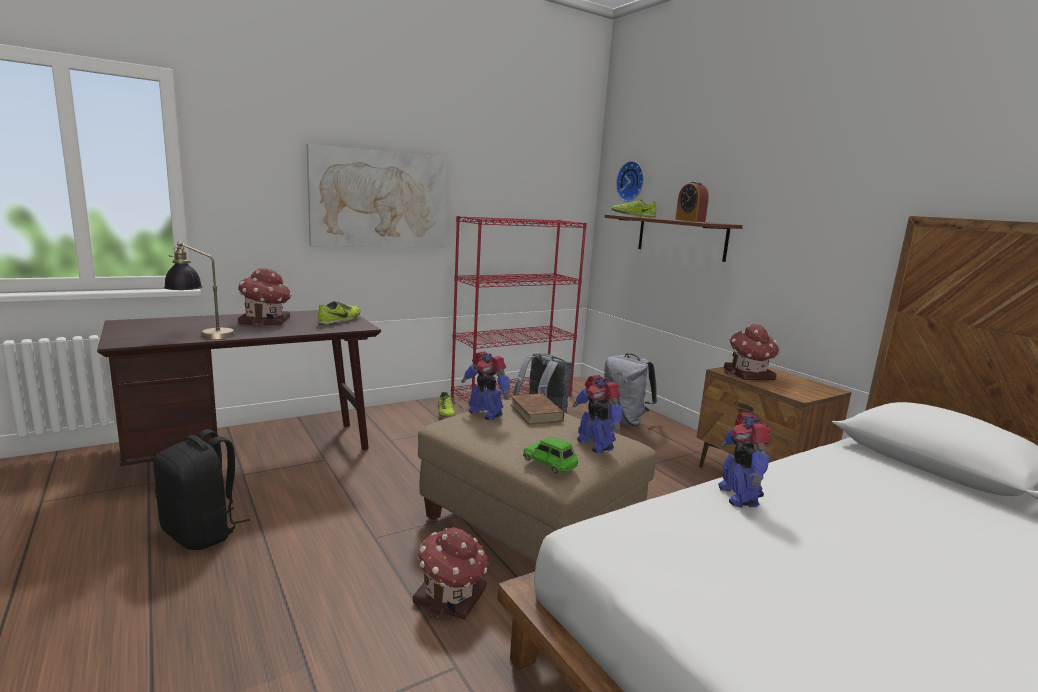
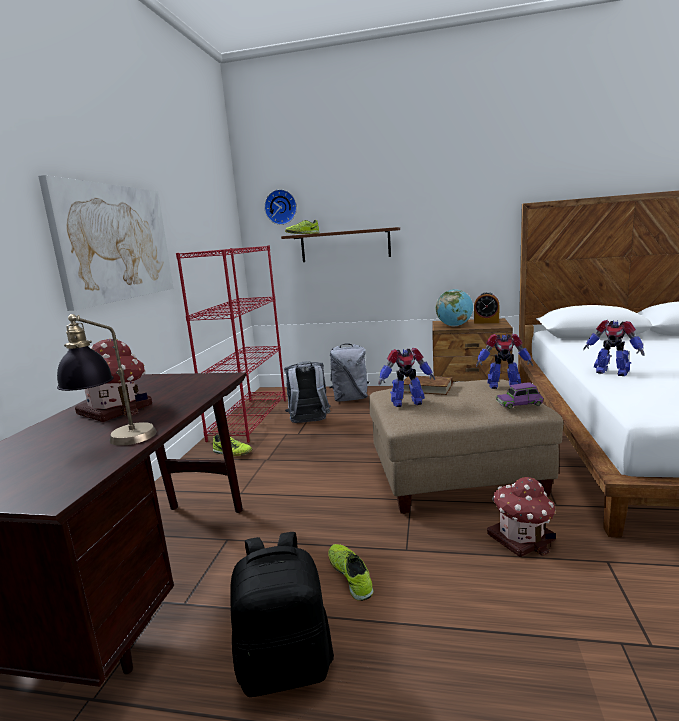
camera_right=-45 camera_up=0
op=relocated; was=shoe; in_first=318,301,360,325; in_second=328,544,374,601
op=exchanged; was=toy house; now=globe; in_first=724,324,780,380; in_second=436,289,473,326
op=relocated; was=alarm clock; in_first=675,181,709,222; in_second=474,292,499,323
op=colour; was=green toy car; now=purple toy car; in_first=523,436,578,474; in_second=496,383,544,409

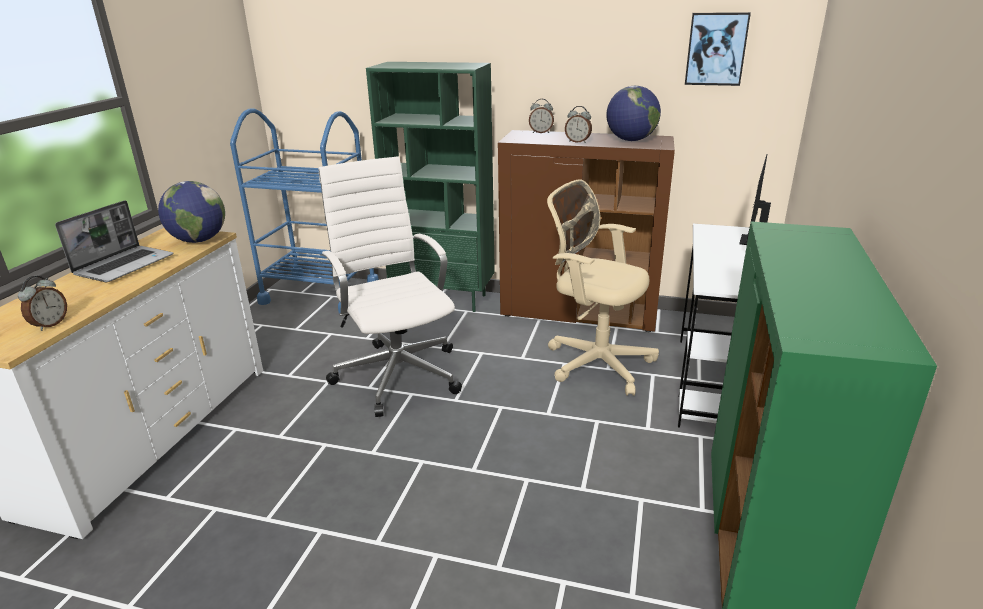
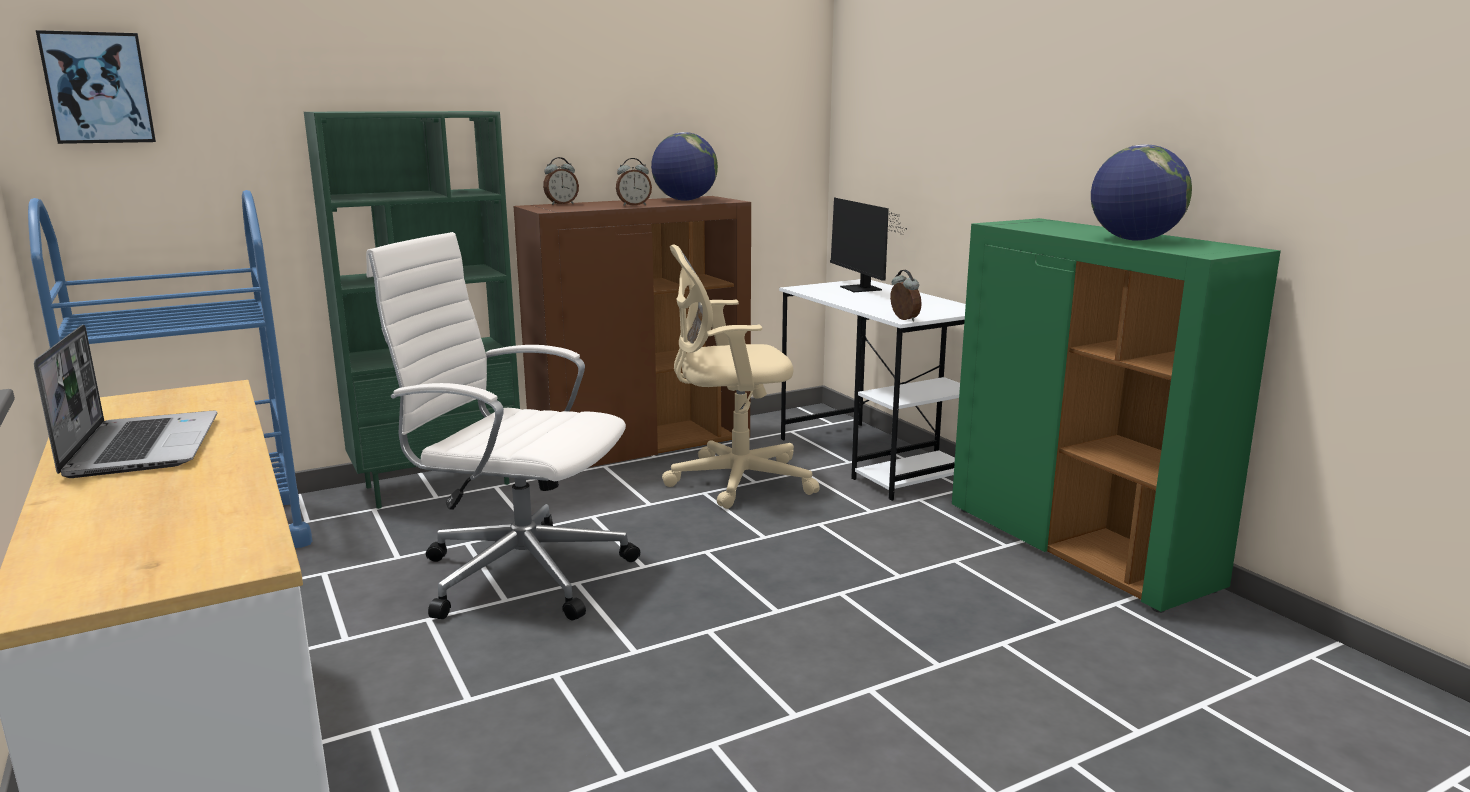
camera_right=-45 camera_up=-10
op=relocated; was=picture; in_first=685,12,751,86; in_second=36,30,156,144
op=relocated; was=alarm clock; in_first=18,276,67,331; in_second=890,270,922,322
op=relocated; was=globe; in_first=158,181,225,243; in_second=1091,144,1192,240

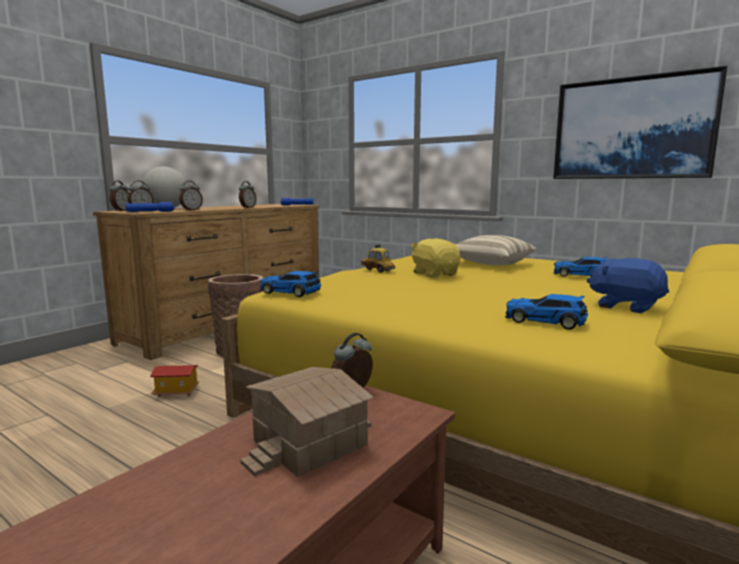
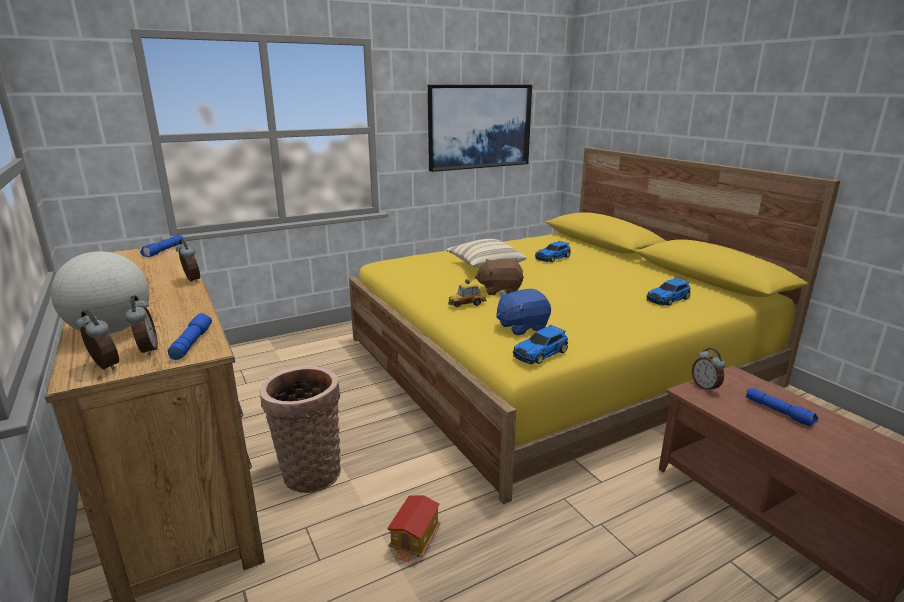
camera_right=-65 camera_up=10
op=colour; was=yellow plush toy; now=brown plush toy; in_first=410,239,460,278; in_second=475,259,524,295
op=relocated; was=blue plush toy; in_first=587,258,669,313; in_second=496,289,551,335
op=exchanged; was=toy house; now=blue flashlight; in_first=240,367,374,477; in_second=746,388,818,427
op=missing; was=alarm clock; in_first=179,181,203,210

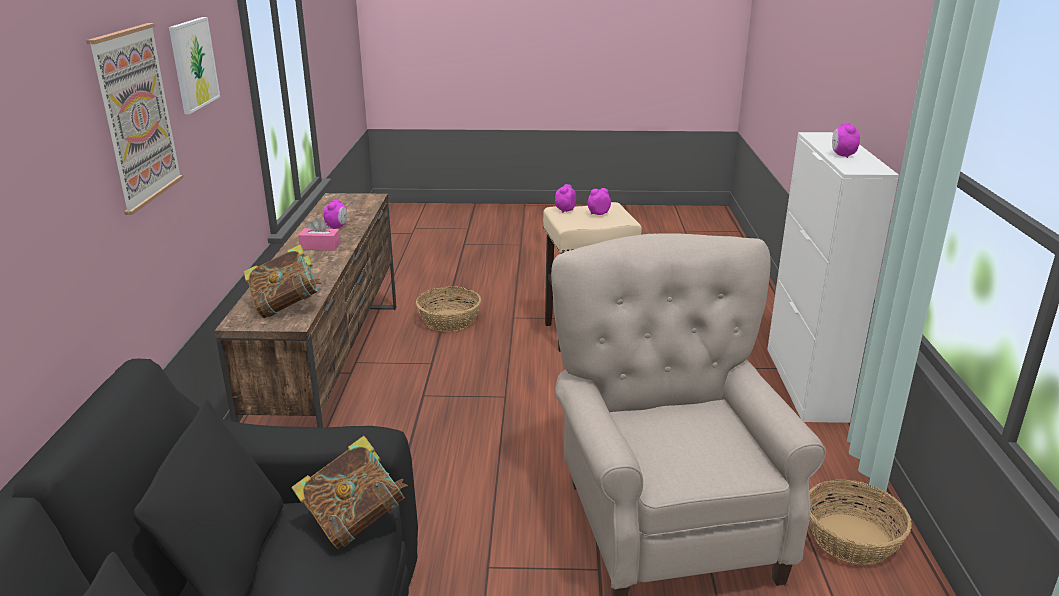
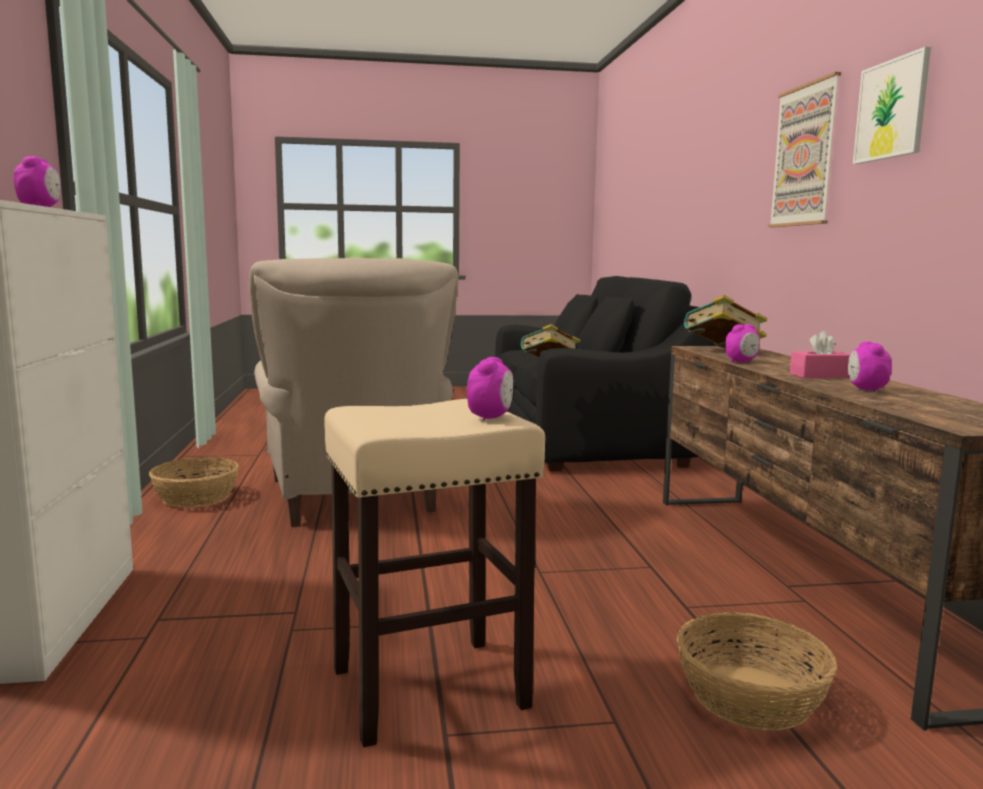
camera_right=170 camera_up=-15
op=relocated; was=alarm clock; in_first=587,188,611,215; in_second=725,324,760,362

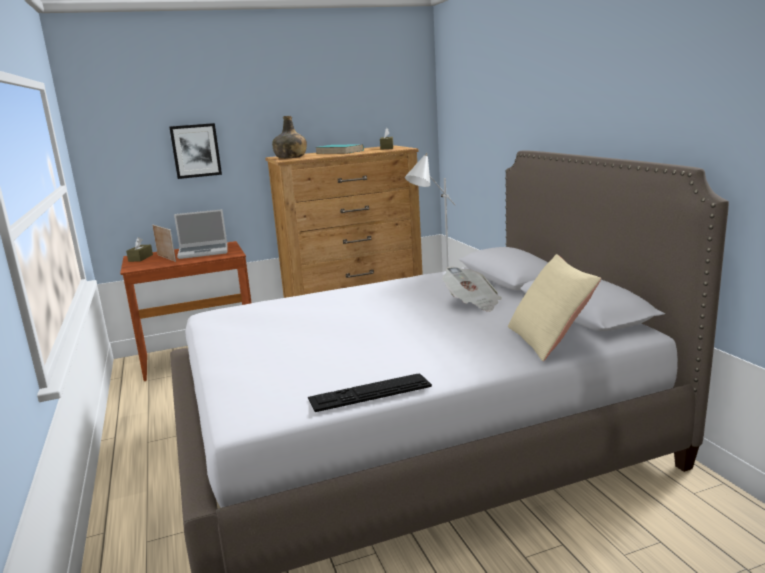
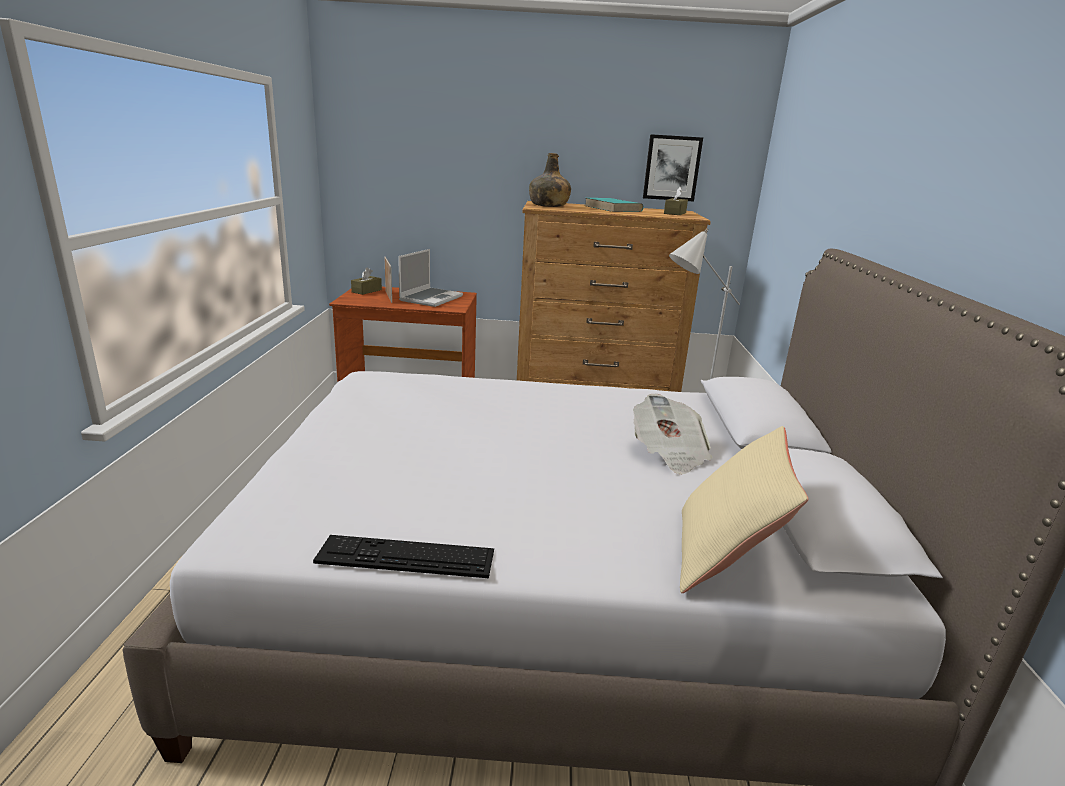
camera_right=20 camera_up=5
op=spun; was=laptop; in_first=174,209,228,259; in_second=398,249,463,307; clockwise=-75
op=relocated; was=picture; in_first=169,123,222,179; in_second=643,134,703,201

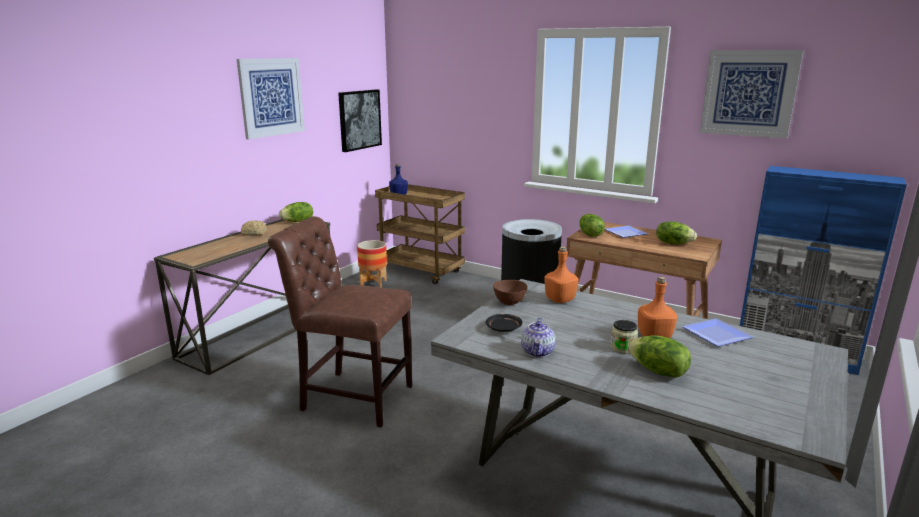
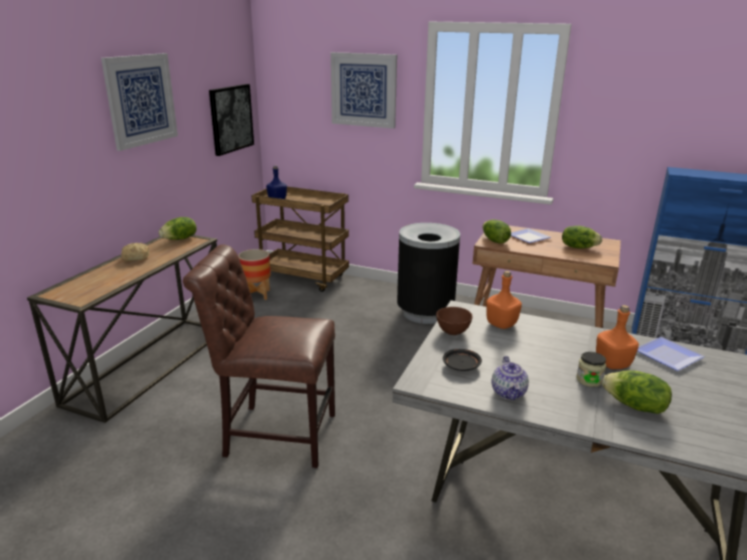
camera_right=-10 camera_up=5
op=relocated; was=picture; in_first=700,50,804,139; in_second=331,52,397,129

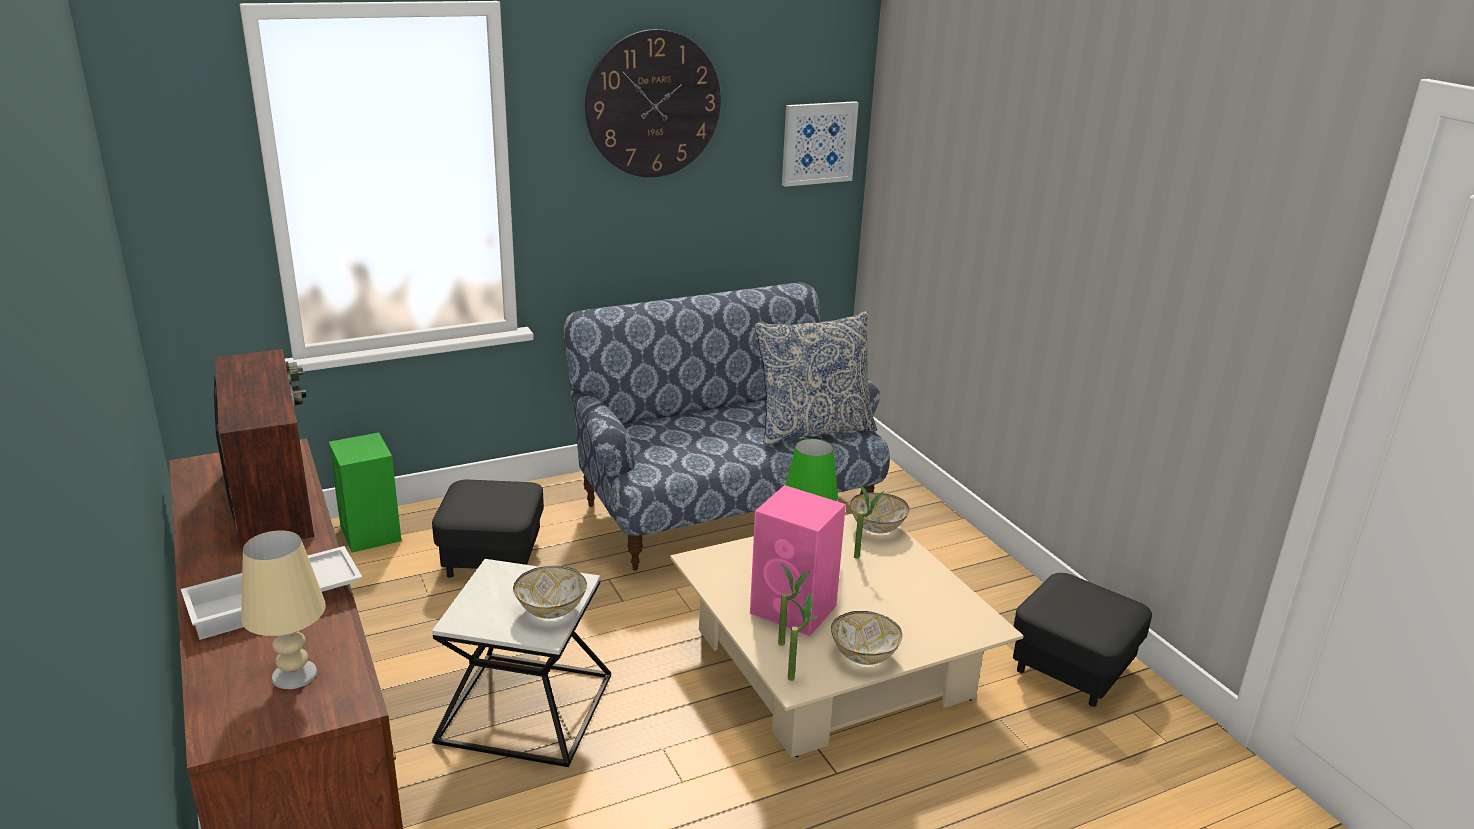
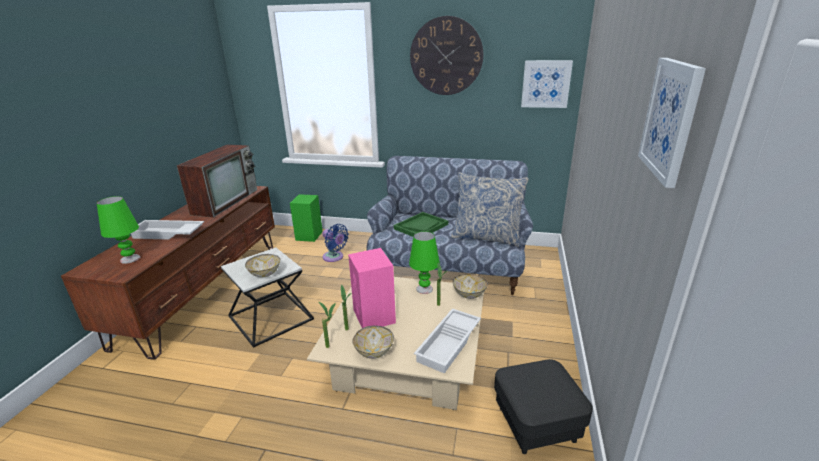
camera_right=40 camera_up=0
op=colour; was=beige table lamp; now=green table lamp; in_first=241,530,326,689; in_second=97,196,140,264
op=exchanged; was=black ottoman; now=blue fan; in_first=432,480,544,578; in_second=322,224,349,262
op=appeared; now=green tray; in_second=394,212,448,237
op=appeared; now=white tray; in_second=414,308,481,374
op=appeared; now=picture; in_second=638,58,706,188

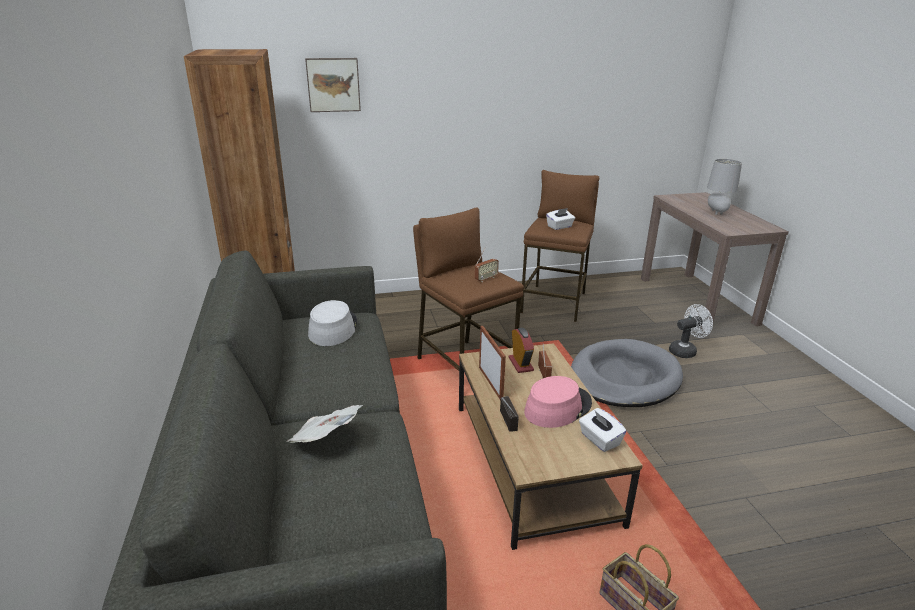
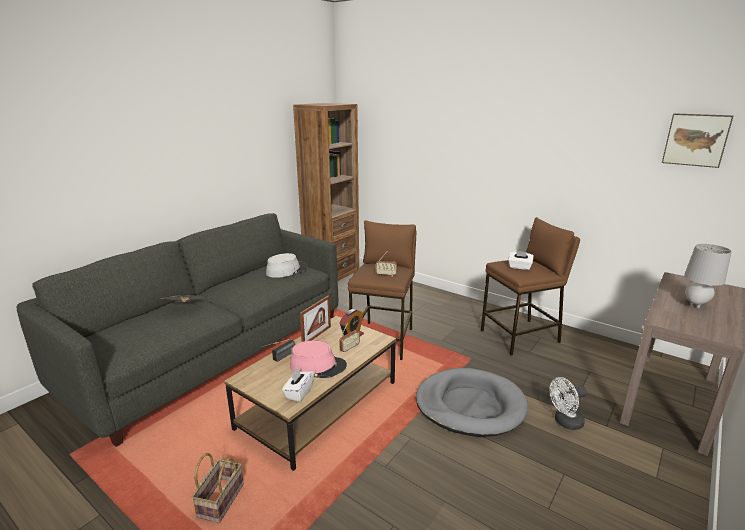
camera_right=50 camera_up=-5
op=spun; was=white fan; in_first=669,304,713,358; in_second=549,377,587,430; clockwise=135
op=relocated; was=picture; in_first=305,58,361,112; in_second=662,113,734,168

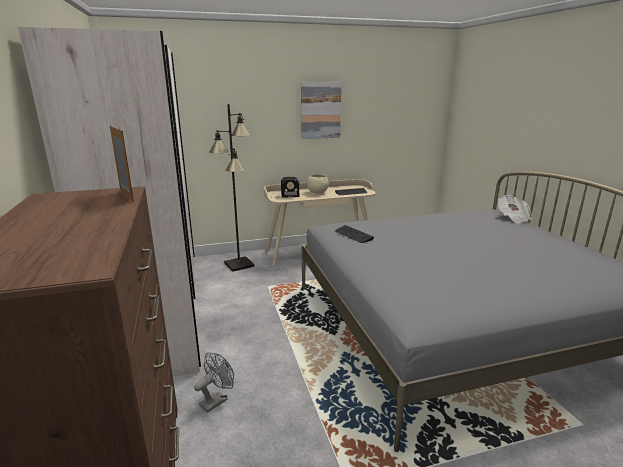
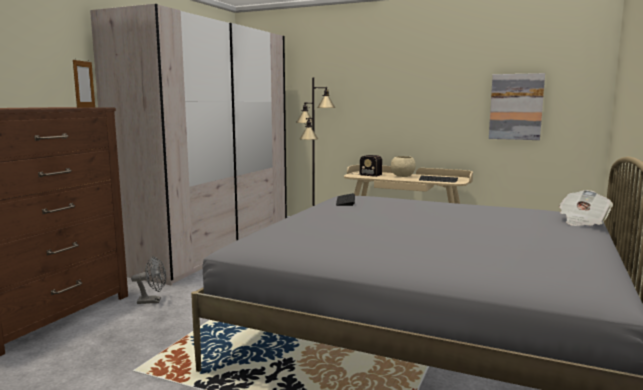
camera_right=40 camera_up=-10
op=relocated; was=picture; in_first=301,82,341,139; in_second=489,73,545,140

